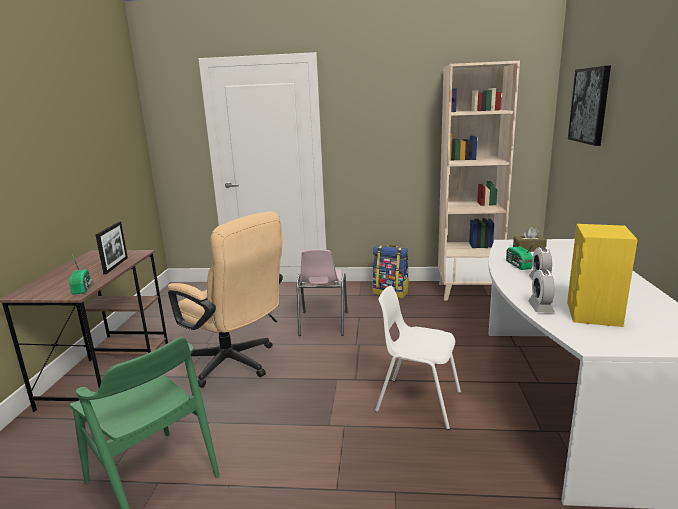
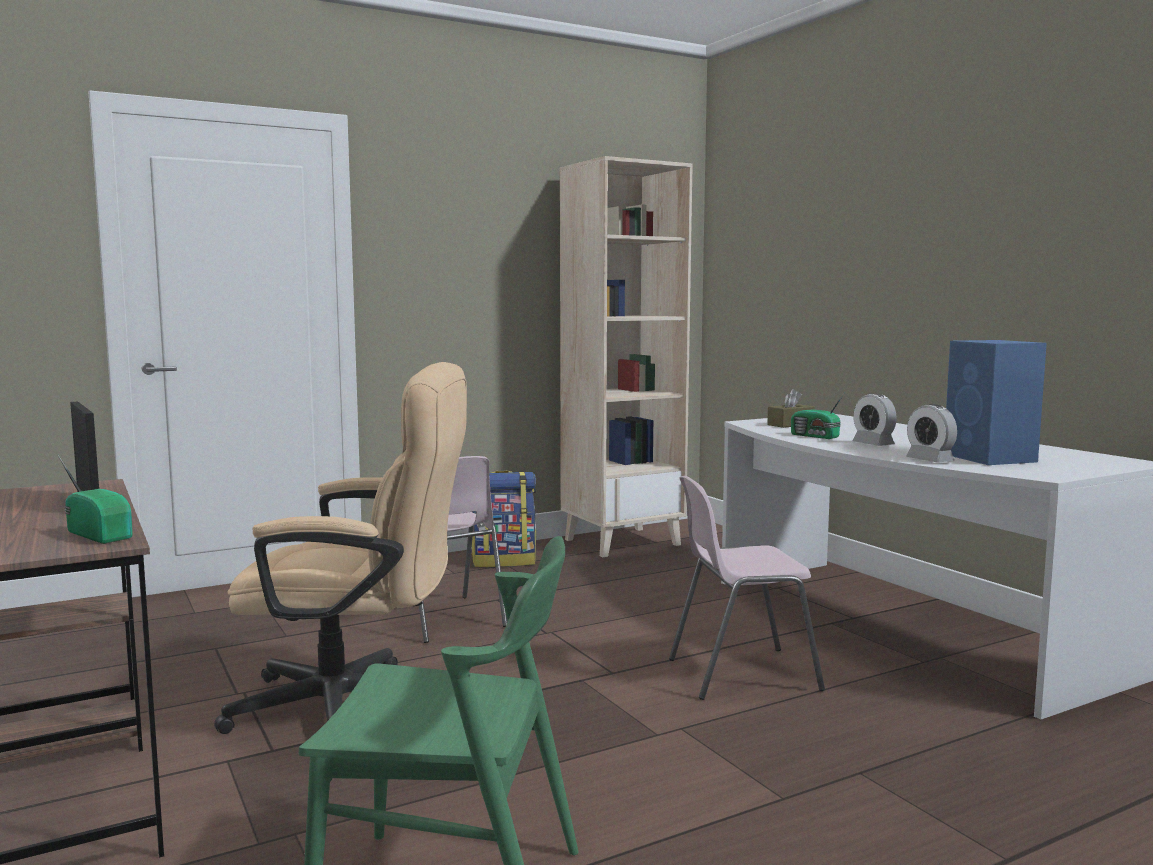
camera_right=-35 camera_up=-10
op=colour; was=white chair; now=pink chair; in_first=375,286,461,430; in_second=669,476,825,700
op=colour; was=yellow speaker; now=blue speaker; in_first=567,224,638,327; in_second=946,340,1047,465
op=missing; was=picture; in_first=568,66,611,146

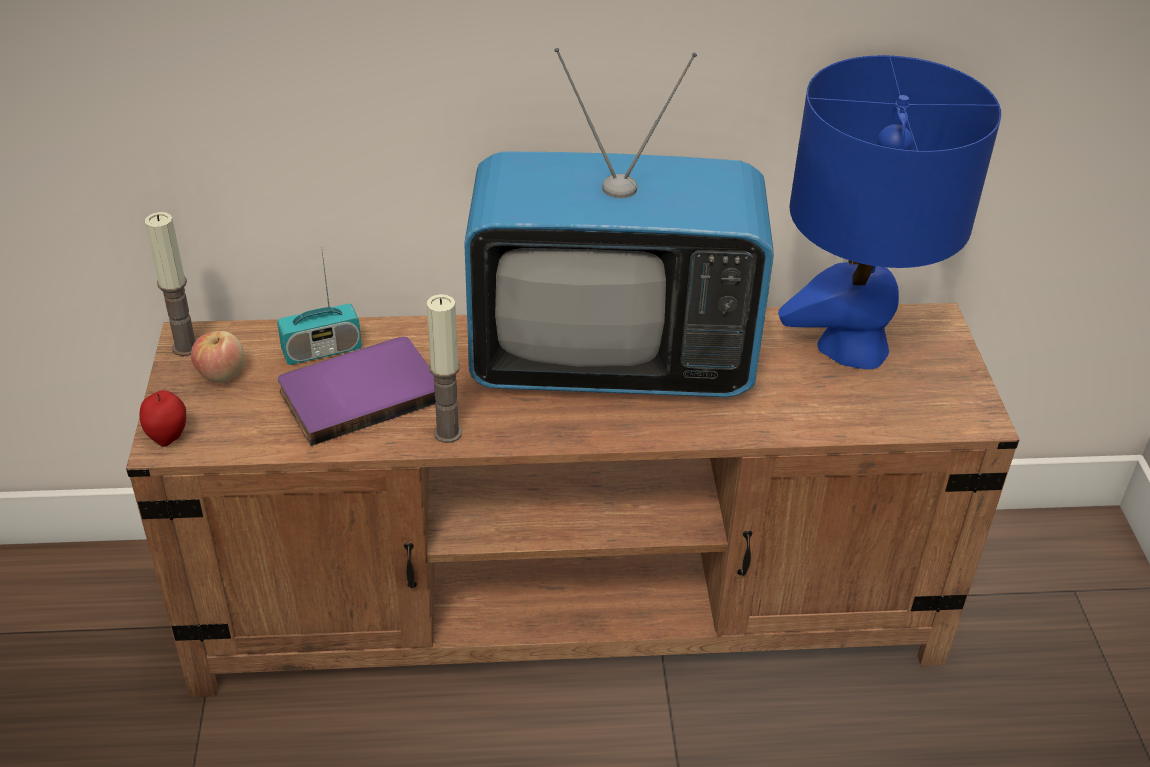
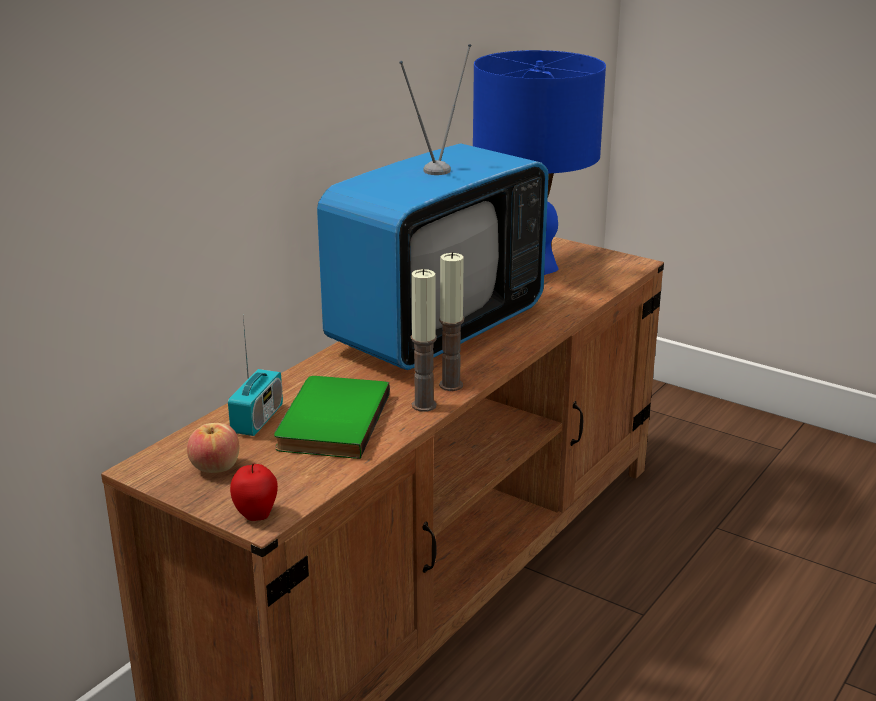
camera_right=-50 camera_up=-15
op=colour; was=purple book; now=green book; in_first=278,337,436,446; in_second=274,376,390,459
op=relocated; was=candle; in_first=145,212,196,356; in_second=439,252,464,391

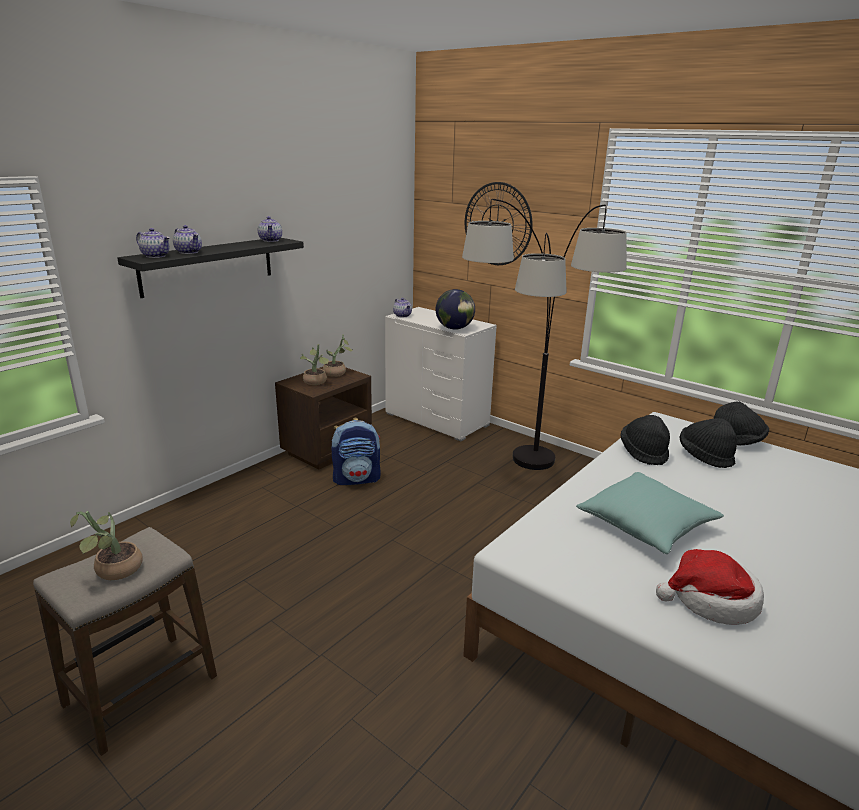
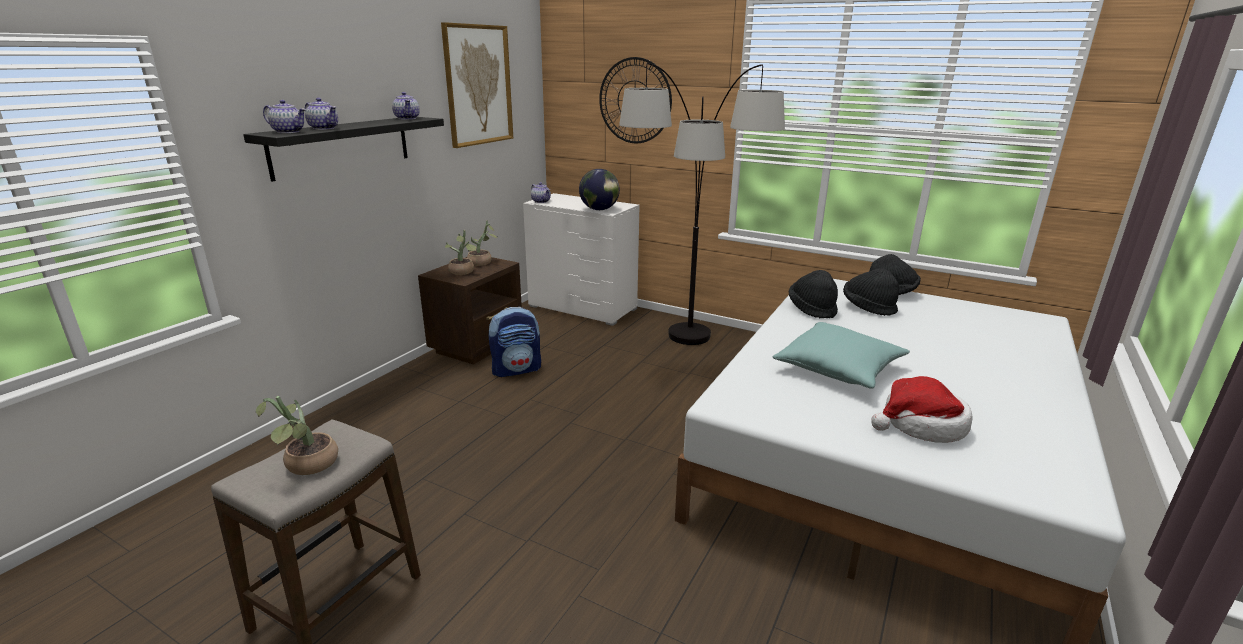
camera_right=-10 camera_up=0
op=appeared; now=picture; in_second=441,22,513,148

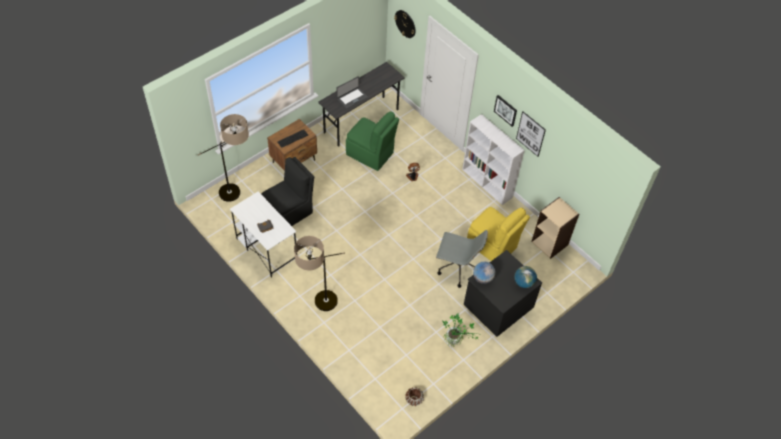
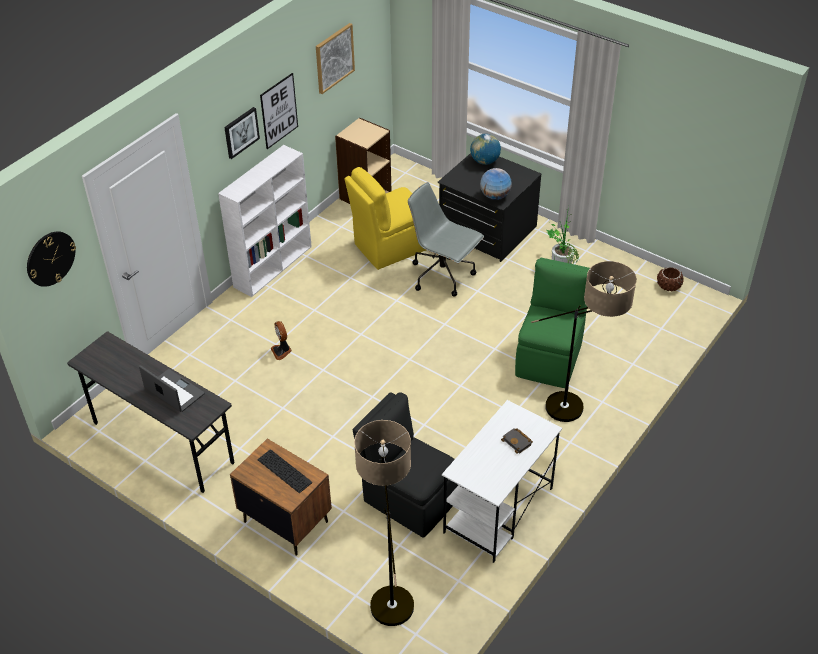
camera_right=-100 camera_up=-10
op=appeared; now=picture; in_second=316,23,355,94
op=spun; was=yellow chair; in_first=467,207,530,261; in_second=345,167,426,270; clockwise=-150
op=spun; was=grey office chair; in_first=436,230,488,288; in_second=408,182,484,297; clockwise=-60
op=relocated; was=green chair; in_first=346,111,399,171; in_second=515,258,590,388

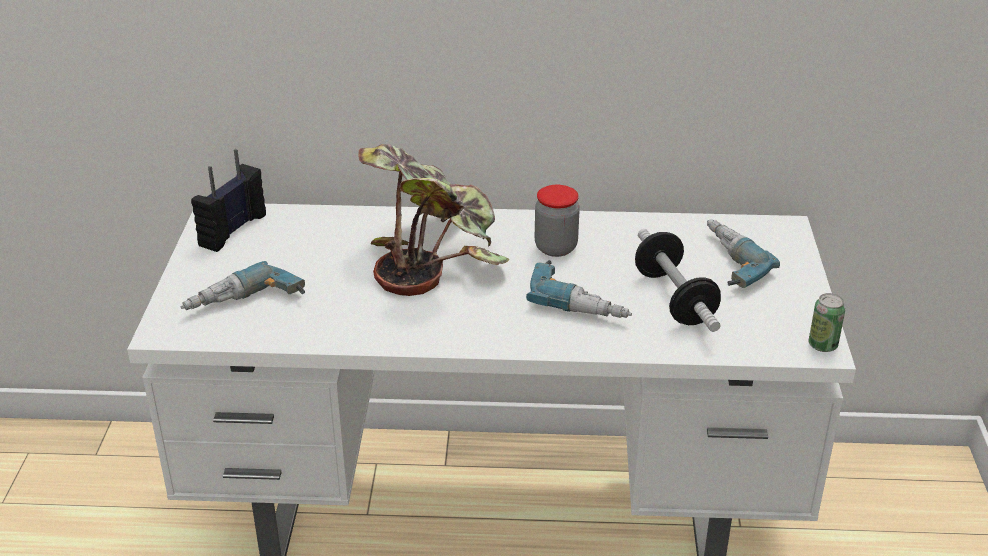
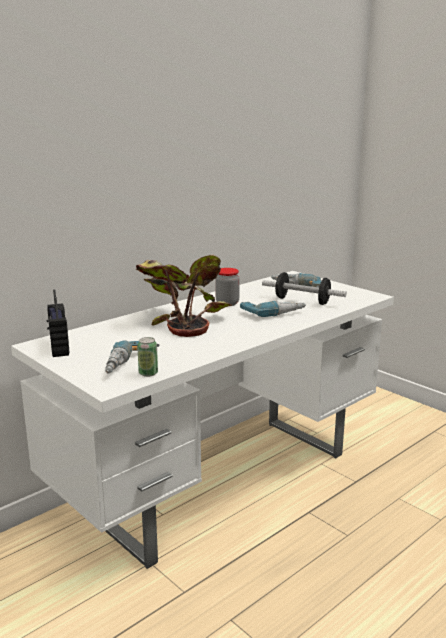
camera_right=-45 camera_up=-15
op=relocated; was=can; in_first=808,293,846,352; in_second=137,337,158,377

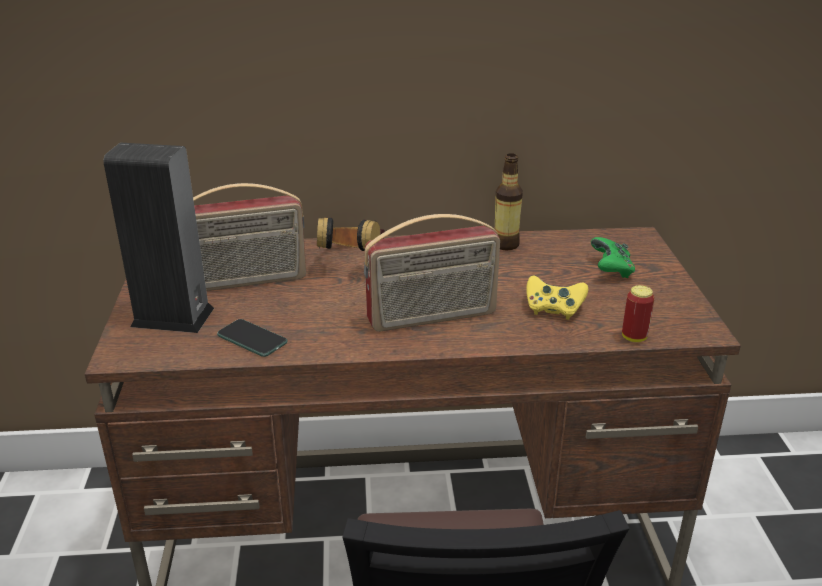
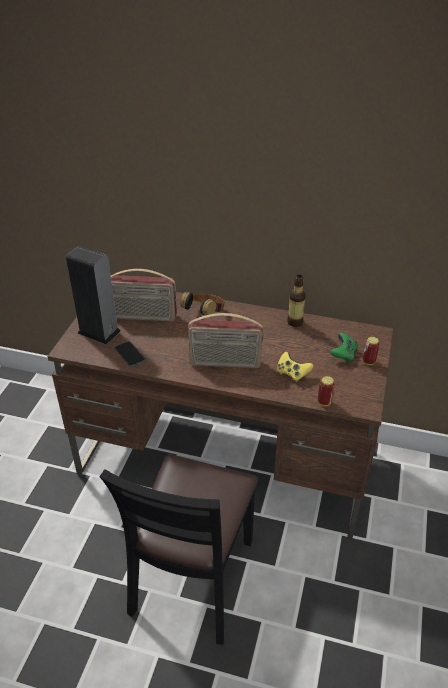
camera_right=20 camera_up=10
op=appeared; now=can; in_second=362,337,379,365

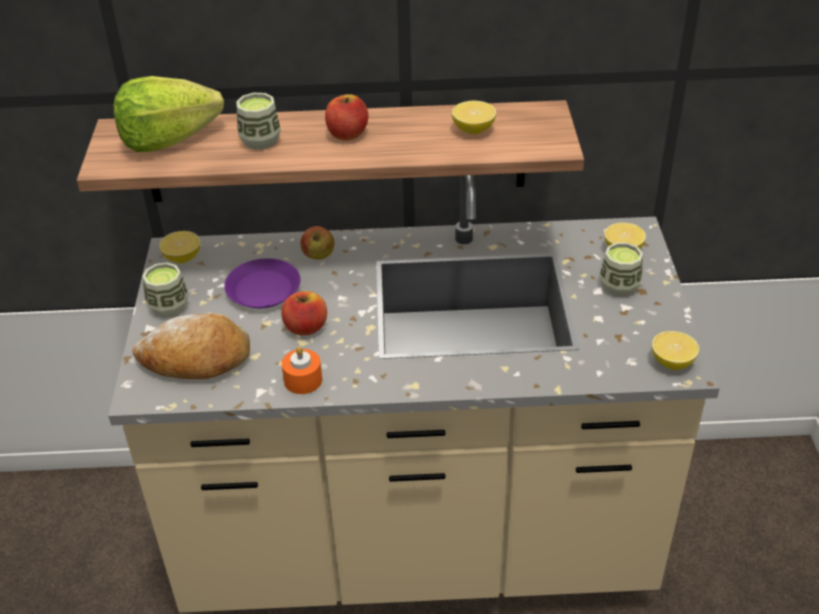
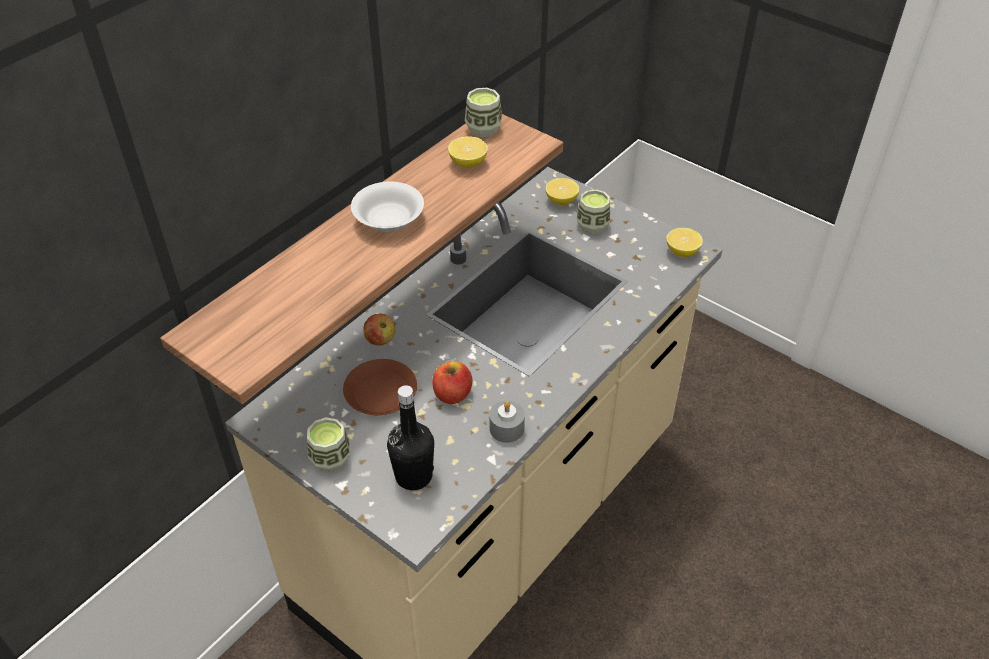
camera_right=-50 camera_up=5
op=colour; was=purple plate; now=brown plate; in_first=224,258,300,308; in_second=343,359,417,415
op=exchanged; was=apple; now=white bowl; in_first=325,94,368,140; in_second=351,182,424,232
op=exchanged; was=bread; now=black bottle; in_first=132,313,250,380; in_second=387,385,434,490
op=relocated; was=cup; in_first=236,93,281,150; in_second=465,88,502,137
op=colour; was=orange candle; now=grey candle; in_first=282,346,322,394; in_second=489,401,525,443
op=missing; was=lettuce; in_first=114,76,224,152
op=missing; was=lemon; in_first=159,231,200,263

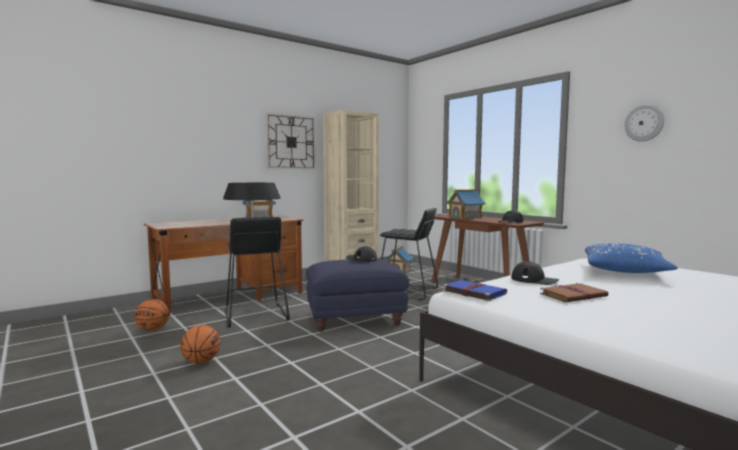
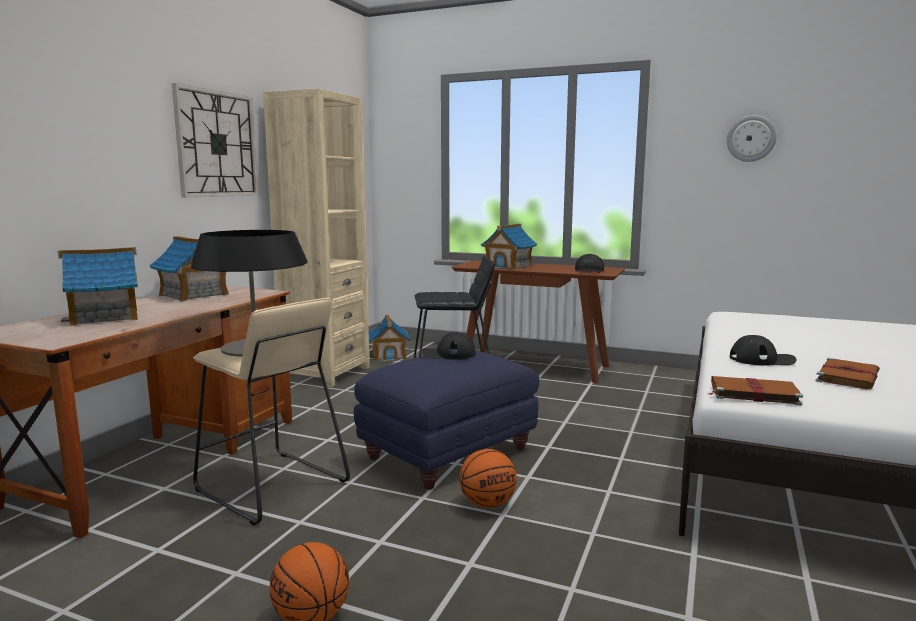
camera_right=-30 camera_up=5
op=appeared; now=toy house; in_second=58,247,138,326
op=colour; was=black stool; now=beige stool; in_first=225,217,290,328; in_second=193,298,350,525
op=relocated; was=basketball; in_first=135,299,169,331; in_second=460,449,517,508
op=colour; was=blue book; now=brown book; in_first=443,280,507,301; in_second=708,376,803,405
op=missing; was=blue pillow; in_first=585,243,678,273

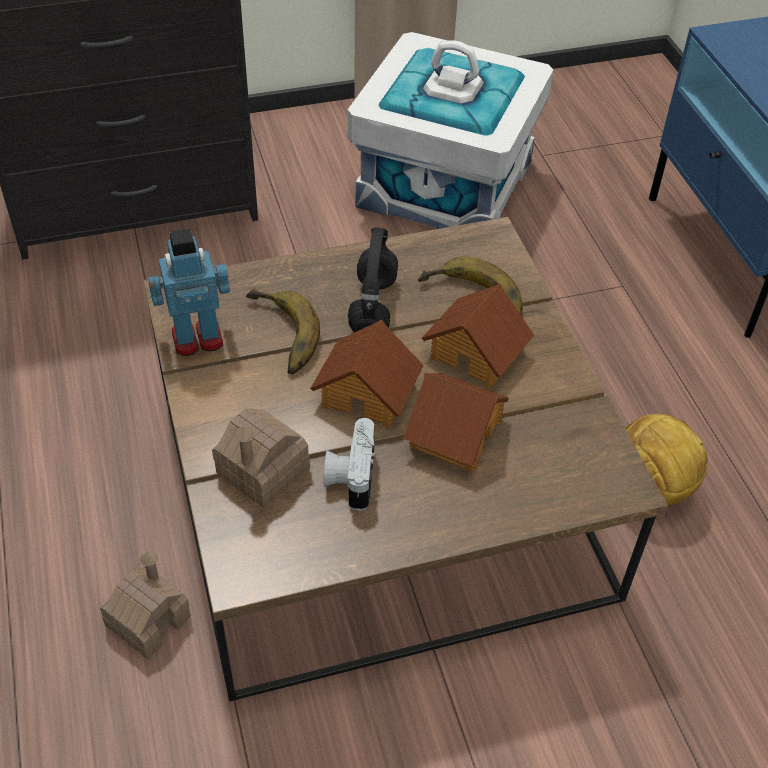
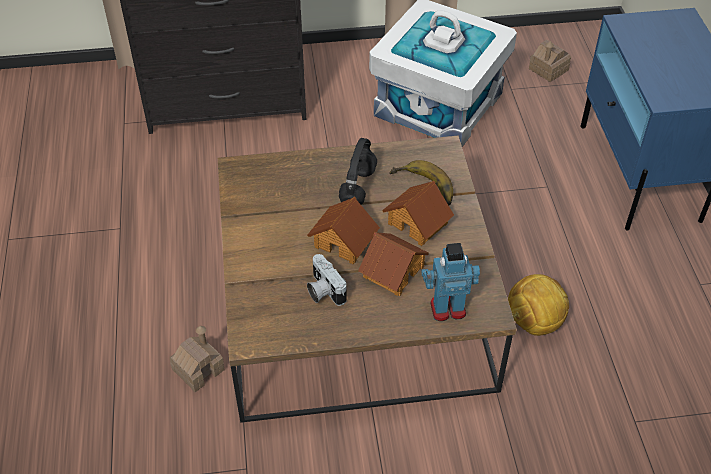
camera_right=10 camera_up=0
op=spun; was=photo camera; in_first=324,418,375,511; in_second=307,254,347,306; clockwise=-45
op=relocated; was=toy robot; in_first=148,228,230,356; in_second=421,243,480,321
op=relocated; was=toy house; in_first=212,408,310,508; in_second=529,40,571,82
op=missing; was=banana; in_first=246,288,320,374

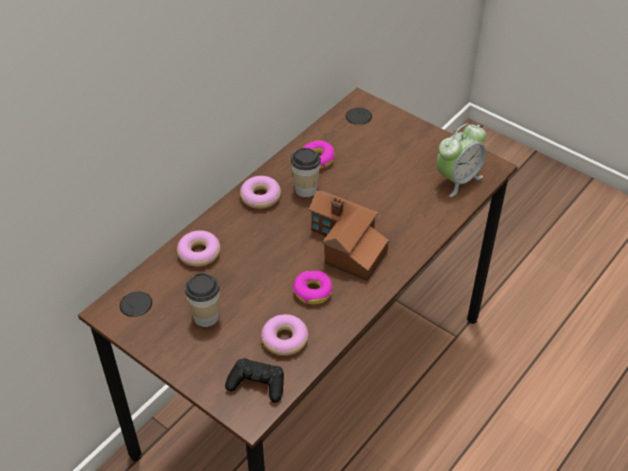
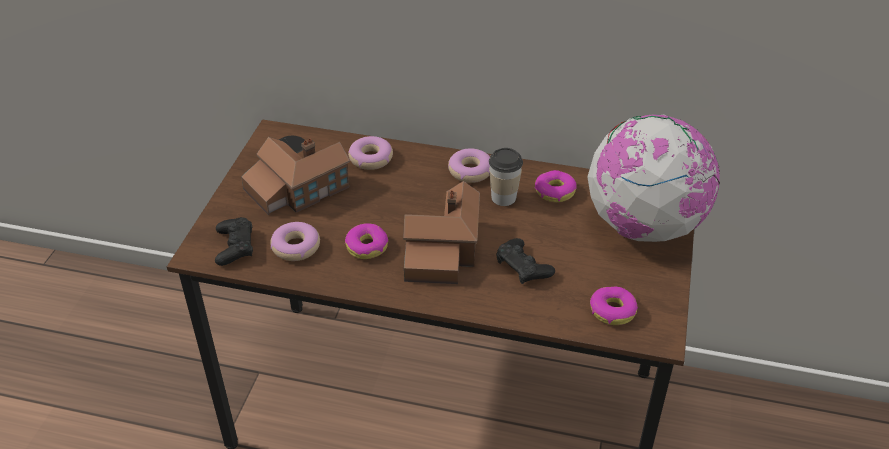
camera_right=65 camera_up=-5
op=exchanged; was=cup; now=toy house; in_first=185,273,219,327; in_second=241,136,350,215
op=appeared; now=black game controller; in_second=496,238,555,284
op=appeared; now=globe; in_second=587,114,720,242
op=exchanged; was=alarm clock; now=donut; in_first=436,123,486,197; in_second=590,286,638,325

